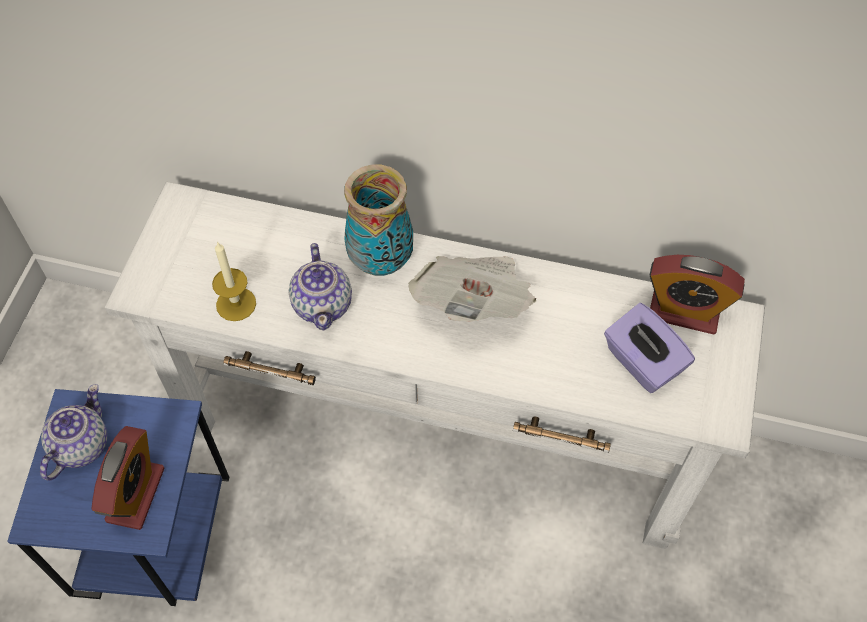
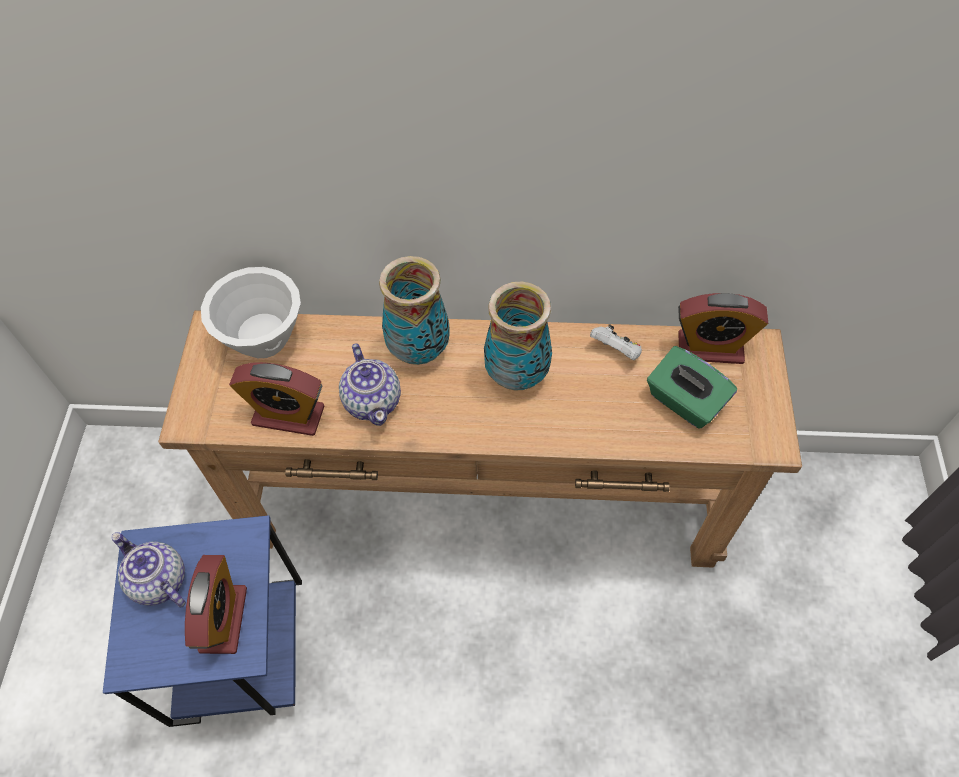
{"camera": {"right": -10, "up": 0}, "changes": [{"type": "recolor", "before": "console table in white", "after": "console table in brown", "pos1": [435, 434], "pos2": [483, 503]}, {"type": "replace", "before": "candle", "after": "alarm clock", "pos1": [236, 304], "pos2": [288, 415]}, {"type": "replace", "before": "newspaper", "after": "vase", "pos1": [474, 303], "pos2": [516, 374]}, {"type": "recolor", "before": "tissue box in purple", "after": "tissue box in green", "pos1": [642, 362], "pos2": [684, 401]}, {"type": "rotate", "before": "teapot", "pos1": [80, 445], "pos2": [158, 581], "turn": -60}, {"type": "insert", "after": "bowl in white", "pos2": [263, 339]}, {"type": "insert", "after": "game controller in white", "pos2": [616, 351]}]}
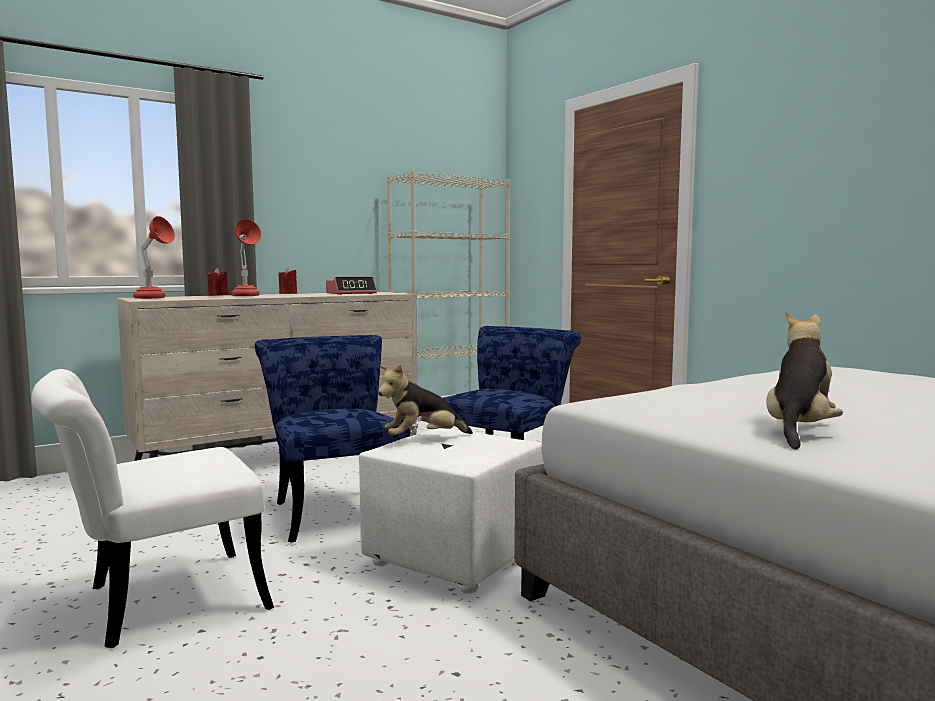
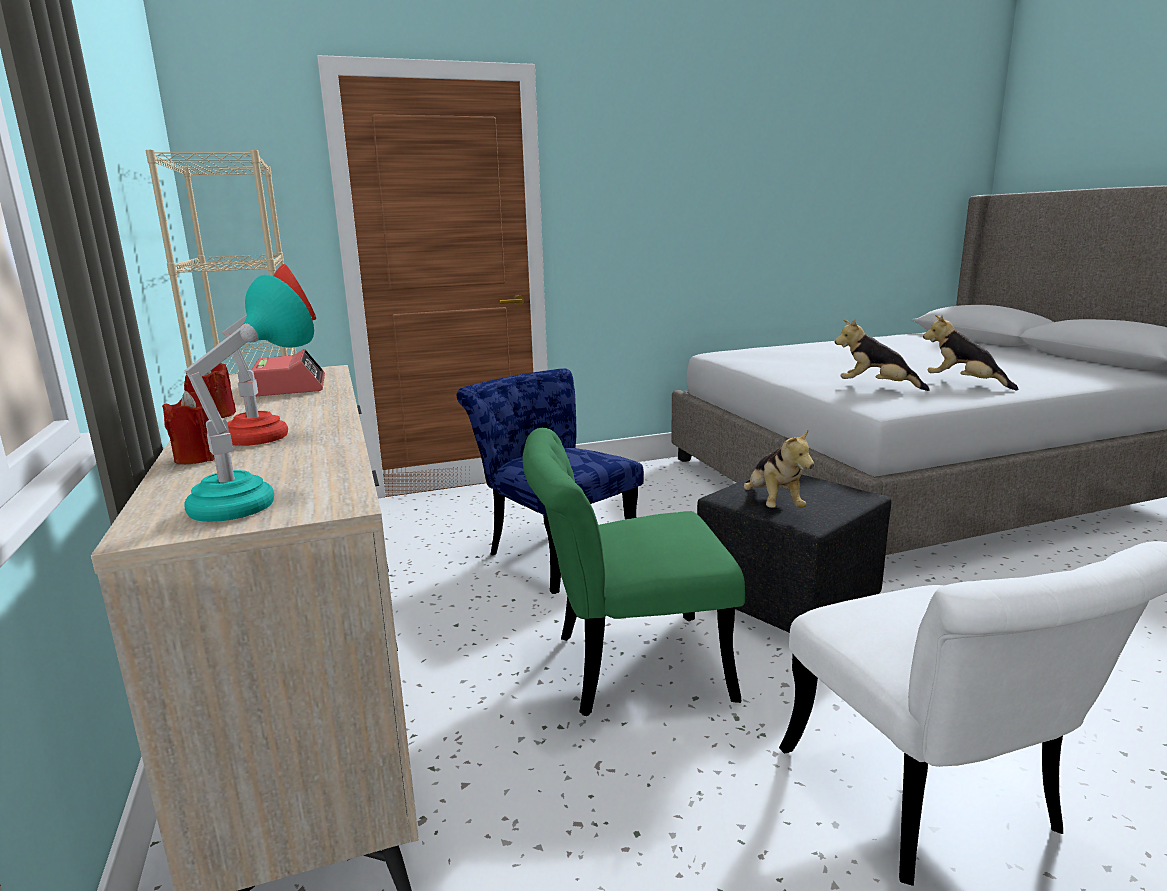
{"camera": {"right": -75, "up": 10}, "changes": [{"type": "recolor", "before": "table lamp in red", "after": "table lamp in turquoise", "pos1": [154, 298], "pos2": [257, 501]}, {"type": "recolor", "before": "chair in blue", "after": "chair in green", "pos1": [335, 509], "pos2": [625, 667]}, {"type": "recolor", "before": "ottoman in white", "after": "ottoman in black", "pos1": [455, 557], "pos2": [786, 601]}, {"type": "insert", "after": "plush toy", "pos2": [876, 388]}]}
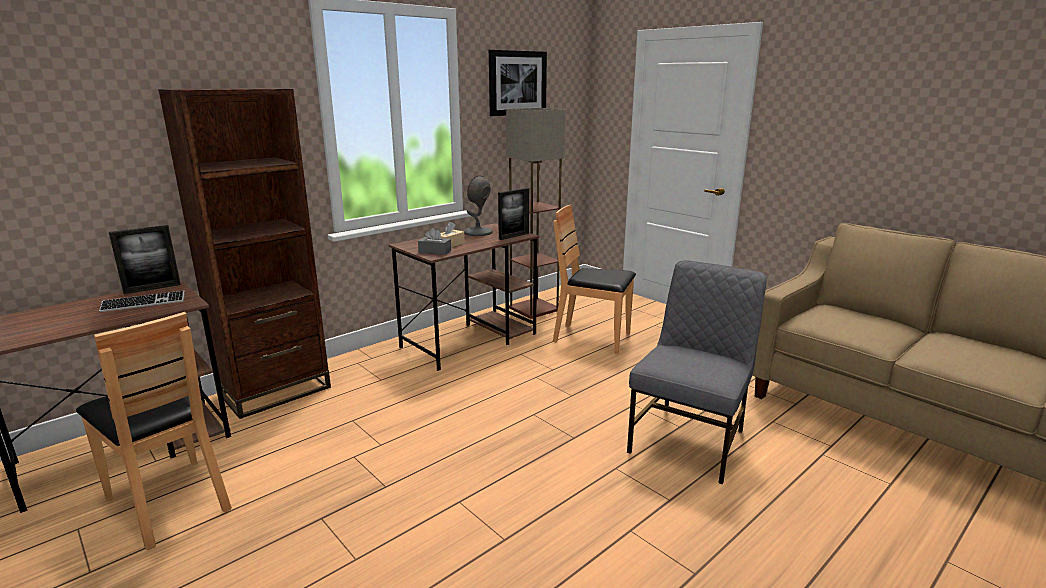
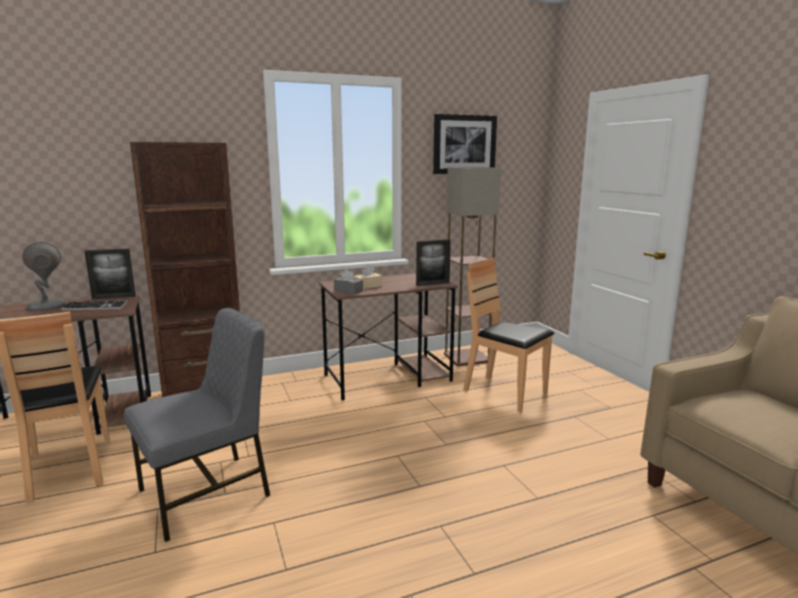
{"camera": {"right": 20, "up": -5}, "changes": [{"type": "move", "before": "table lamp in grey", "pos1": [478, 232], "pos2": [46, 306]}, {"type": "move", "before": "chair in grey", "pos1": [690, 441], "pos2": [207, 493]}]}
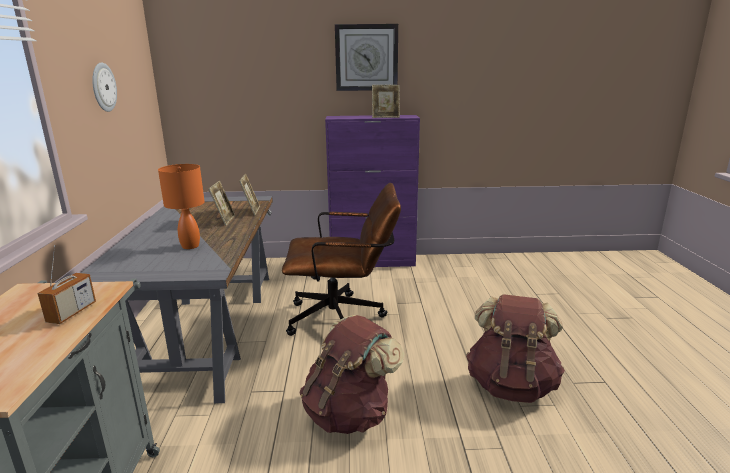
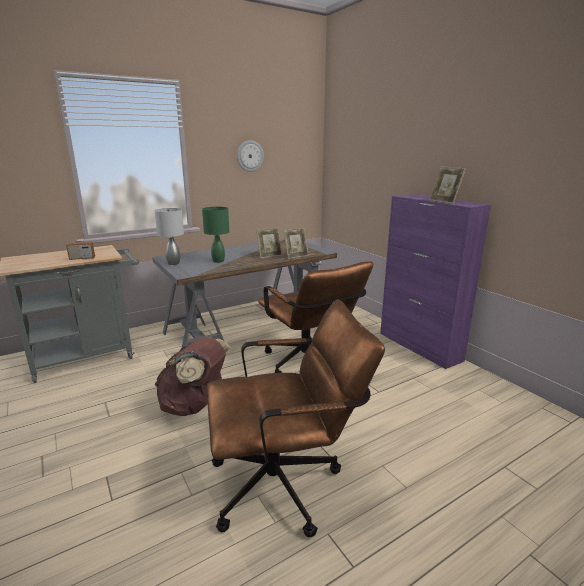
{"camera": {"right": 60, "up": 0}, "changes": [{"type": "delete", "before": "wall clock", "pos1": [366, 58]}, {"type": "recolor", "before": "table lamp in orange", "after": "table lamp in green", "pos1": [190, 246], "pos2": [218, 261]}, {"type": "replace", "before": "backpack in brown", "after": "office chair in brown", "pos1": [511, 385], "pos2": [287, 482]}, {"type": "insert", "after": "table lamp in grey", "pos2": [173, 263]}]}
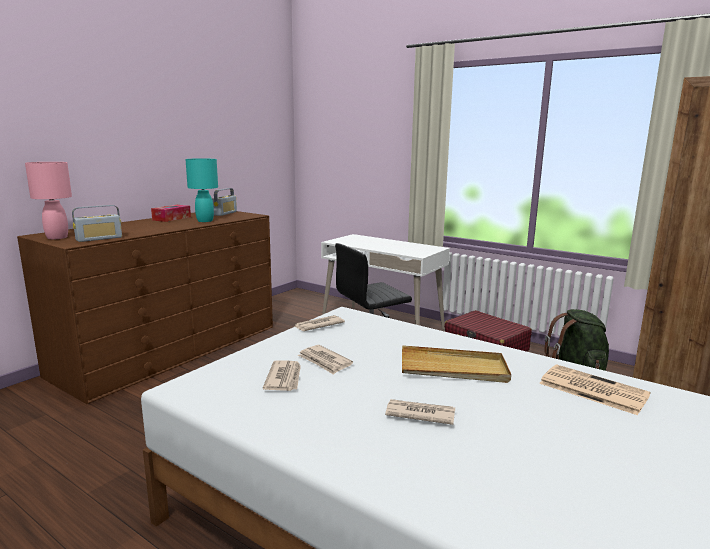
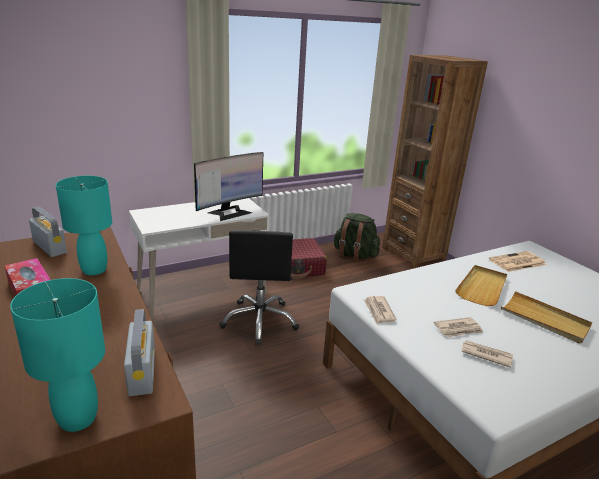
{"camera": {"right": -65, "up": 10}, "changes": [{"type": "recolor", "before": "table lamp in pink", "after": "table lamp in turquoise", "pos1": [57, 237], "pos2": [77, 418]}, {"type": "replace", "before": "newspaper", "after": "tray in beige", "pos1": [419, 414], "pos2": [544, 319]}, {"type": "insert", "after": "monitor", "pos2": [229, 212]}]}
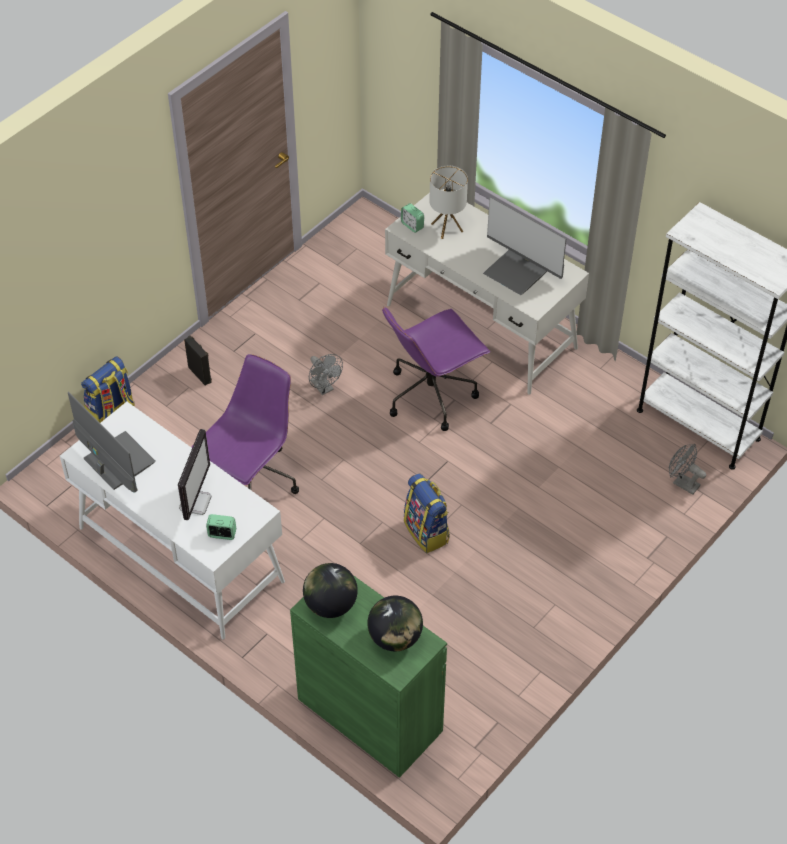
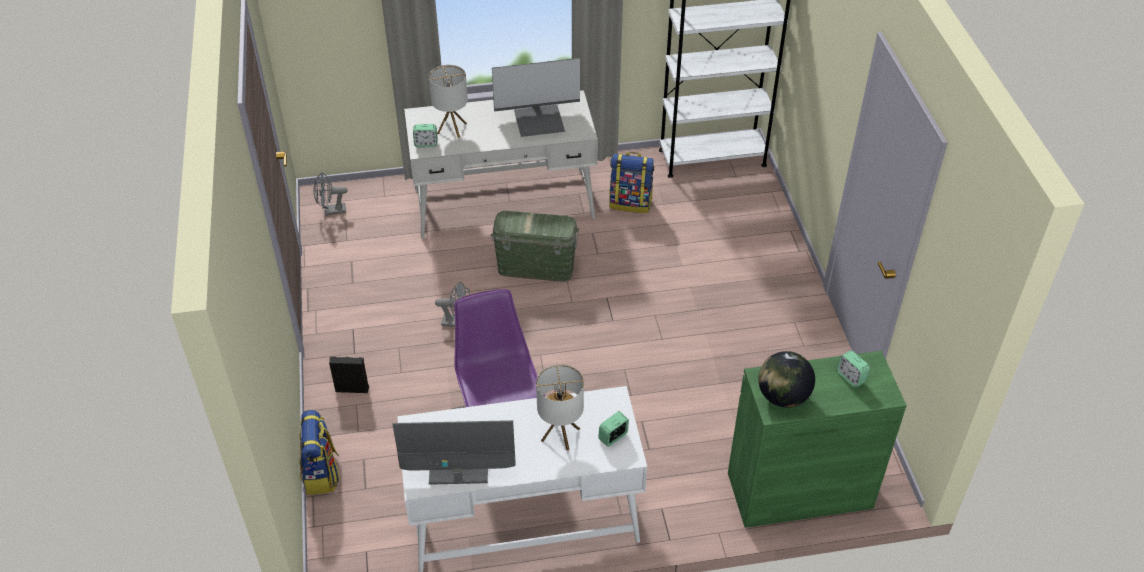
{"camera": {"right": -50, "up": -5}, "changes": [{"type": "replace", "before": "office chair in purple", "after": "storage box in green", "pos1": [432, 394], "pos2": [535, 267]}, {"type": "replace", "before": "monitor", "after": "table lamp", "pos1": [195, 502], "pos2": [560, 434]}, {"type": "move", "before": "fan in grey", "pos1": [682, 483], "pos2": [331, 211]}, {"type": "move", "before": "backpack", "pos1": [427, 532], "pos2": [631, 203]}, {"type": "replace", "before": "globe", "after": "alarm clock", "pos1": [395, 638], "pos2": [850, 377]}]}
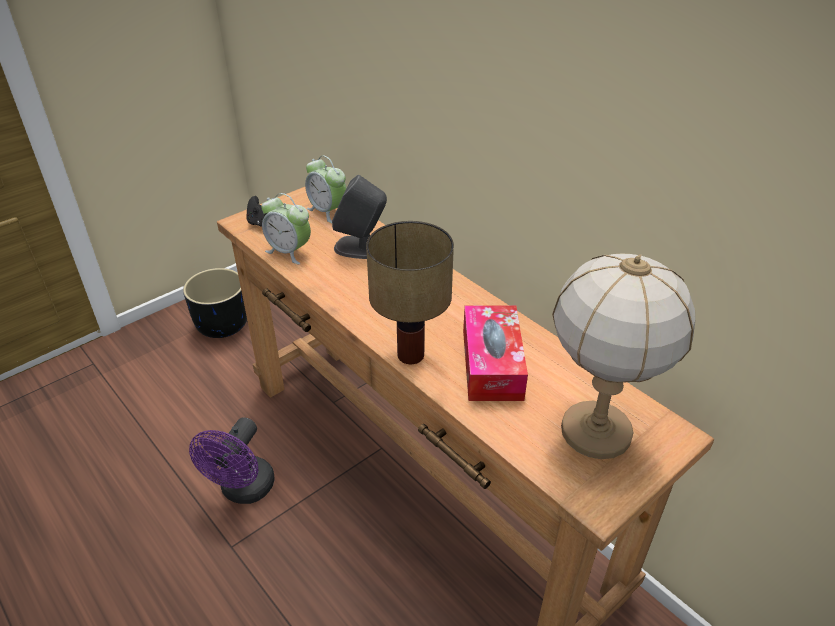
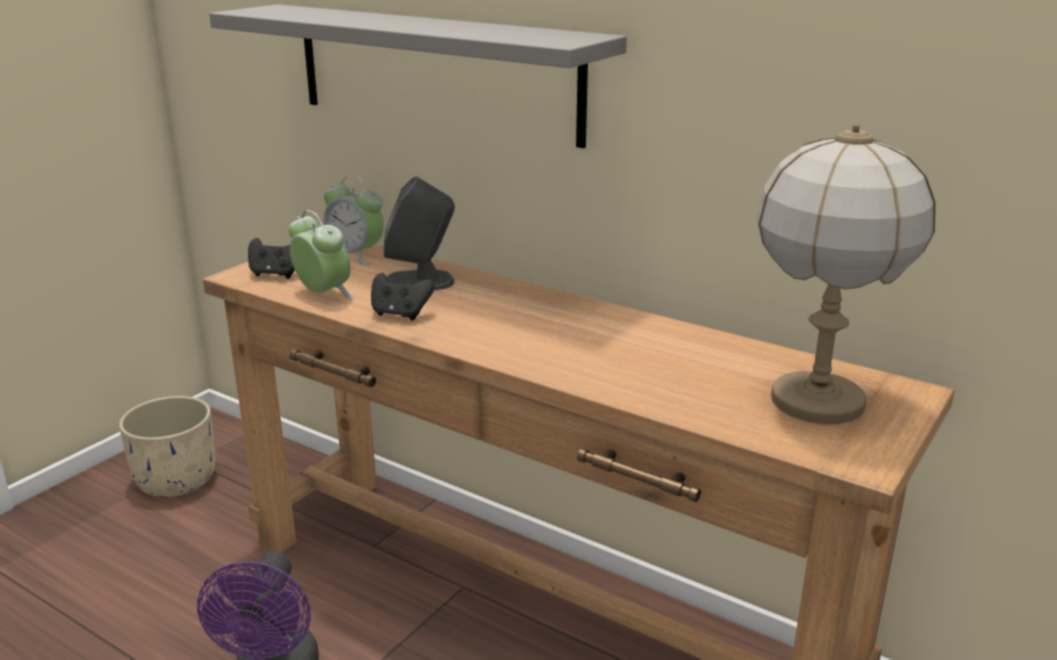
{"camera": {"right": -15, "up": -15}, "changes": [{"type": "rotate", "before": "alarm clock", "pos1": [289, 252], "pos2": [323, 295], "turn": -150}, {"type": "delete", "before": "table lamp", "pos1": [412, 355]}, {"type": "recolor", "before": "planter in black", "after": "planter in beige", "pos1": [223, 324], "pos2": [178, 480]}, {"type": "delete", "before": "tissue box", "pos1": [492, 364]}, {"type": "insert", "after": "shelf in grey", "pos2": [434, 72]}, {"type": "insert", "after": "game controller in black", "pos2": [400, 314]}]}
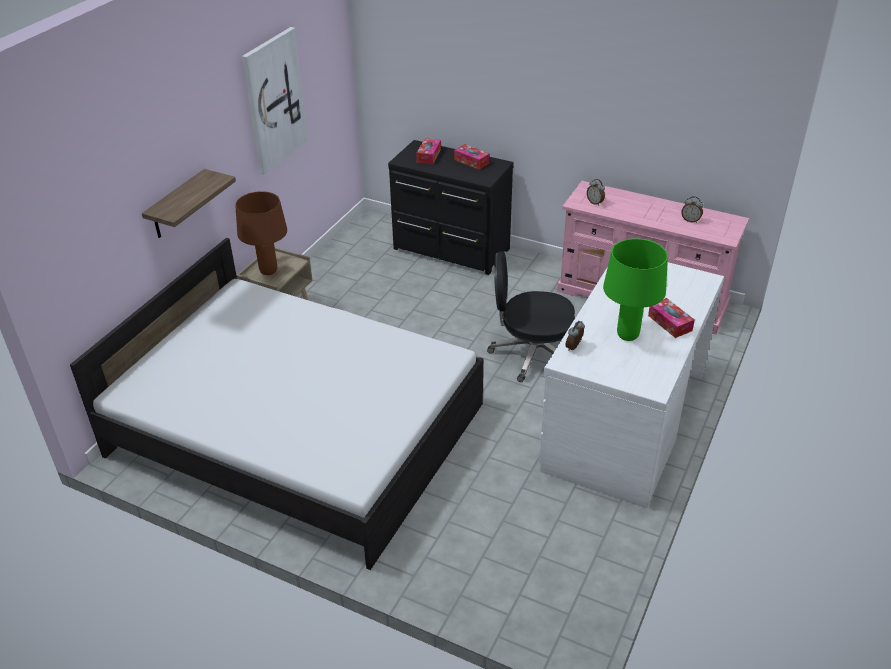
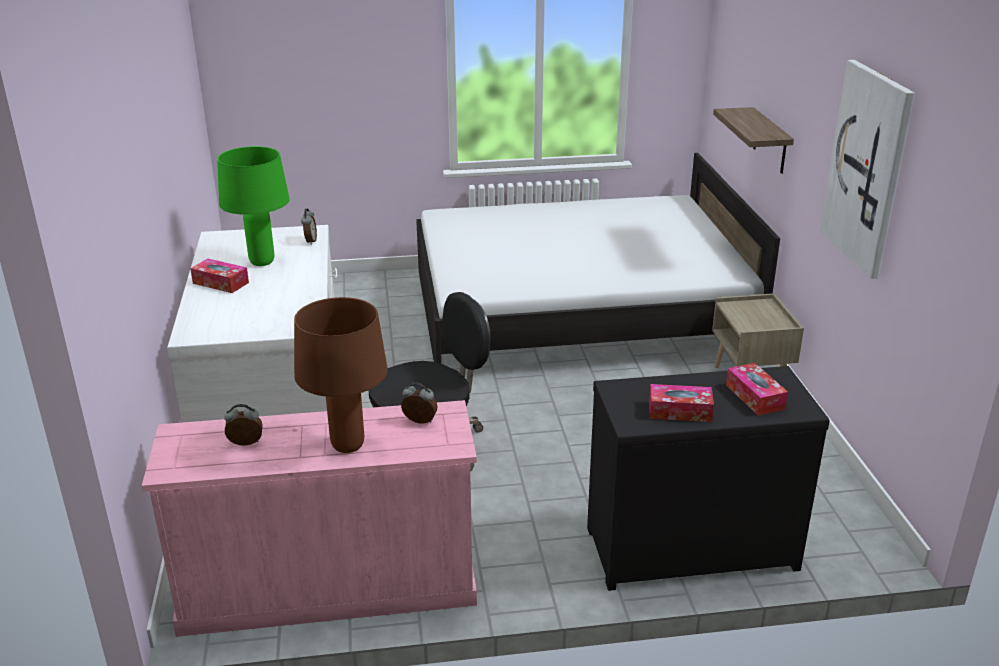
{"camera": {"right": 145, "up": -10}, "changes": [{"type": "move", "before": "table lamp in brown", "pos1": [268, 271], "pos2": [348, 445]}]}
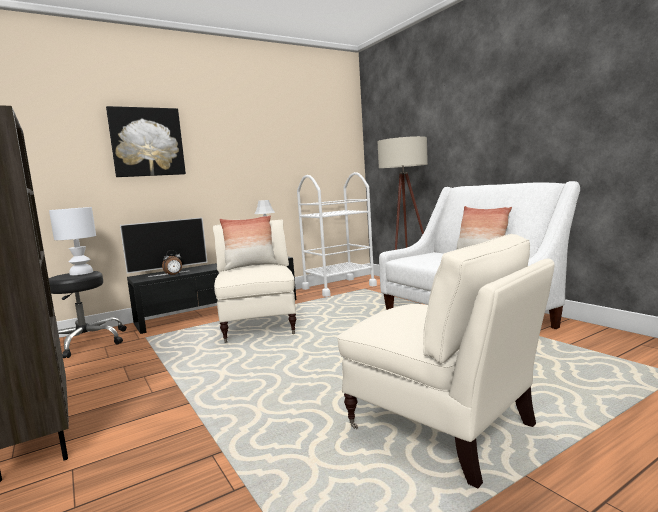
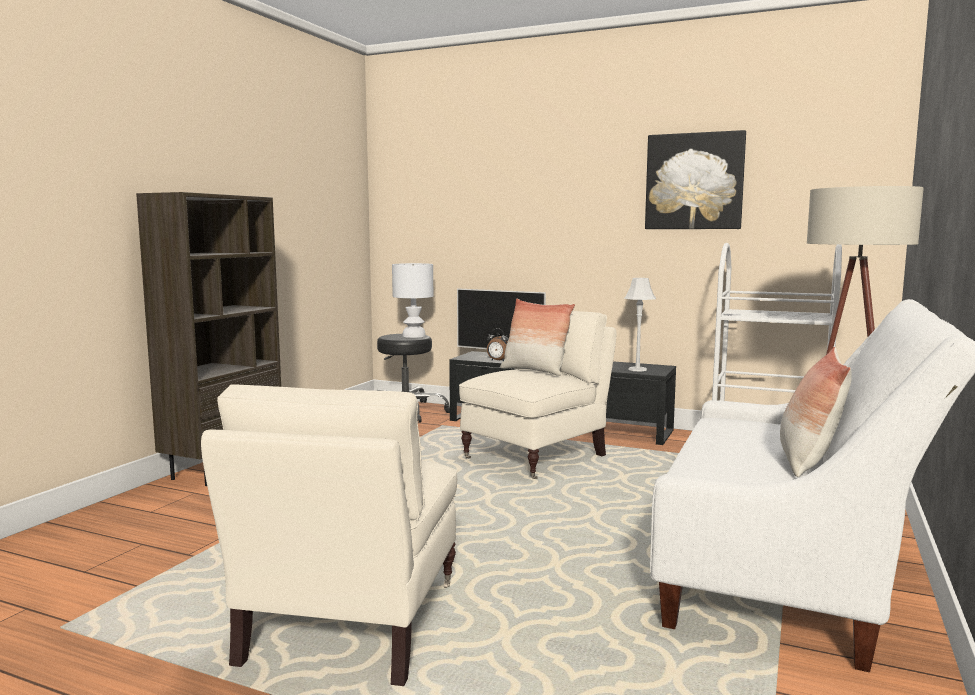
{"camera": {"right": 55, "up": 0}, "changes": [{"type": "move", "before": "picture", "pos1": [147, 142], "pos2": [694, 181]}]}
